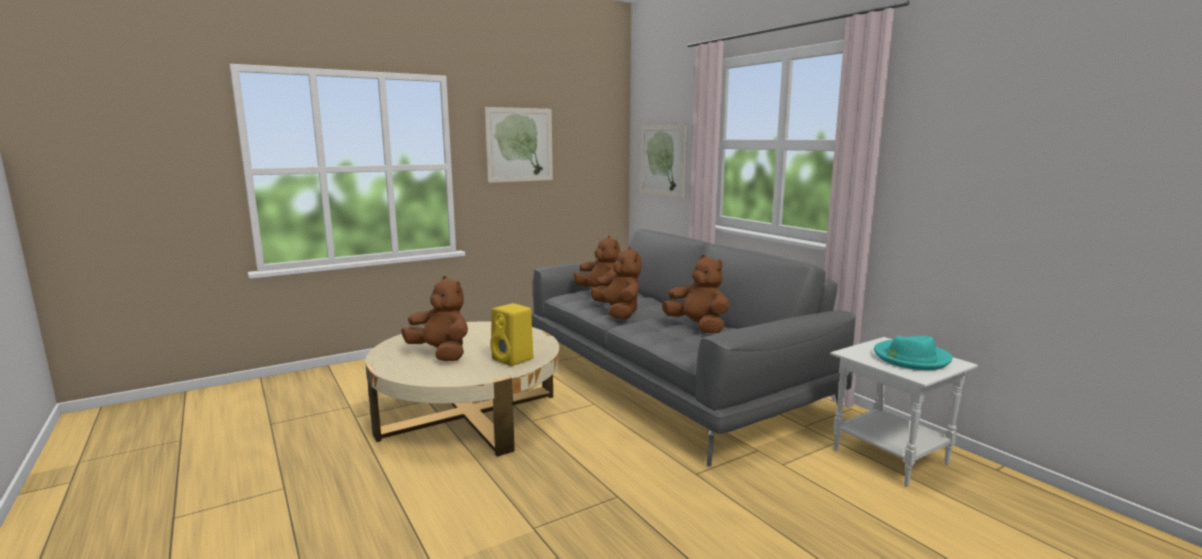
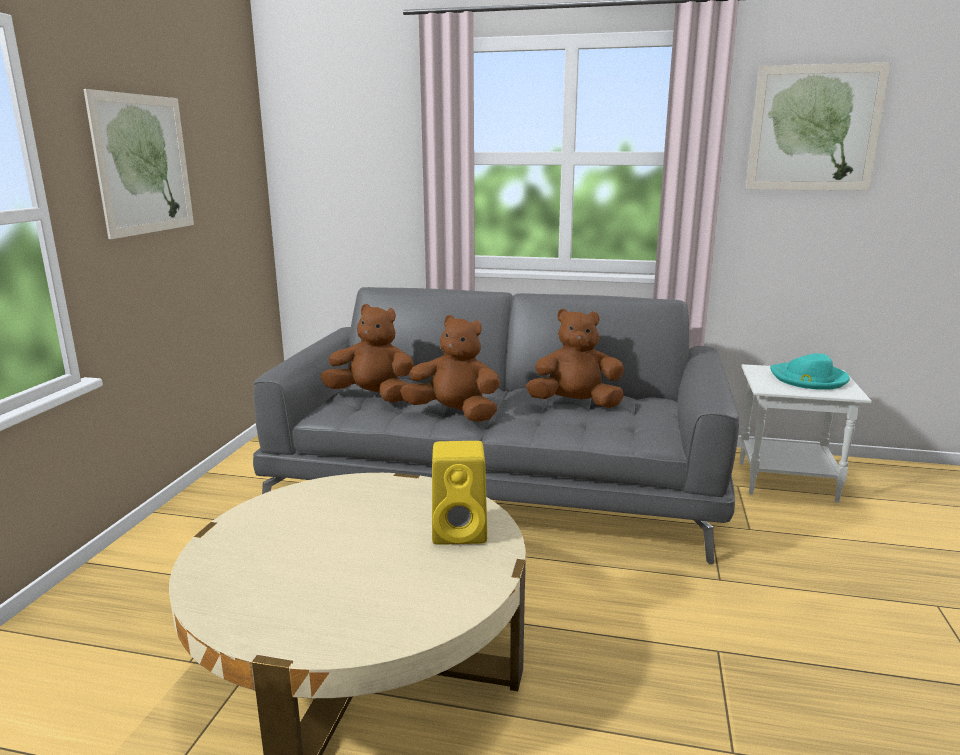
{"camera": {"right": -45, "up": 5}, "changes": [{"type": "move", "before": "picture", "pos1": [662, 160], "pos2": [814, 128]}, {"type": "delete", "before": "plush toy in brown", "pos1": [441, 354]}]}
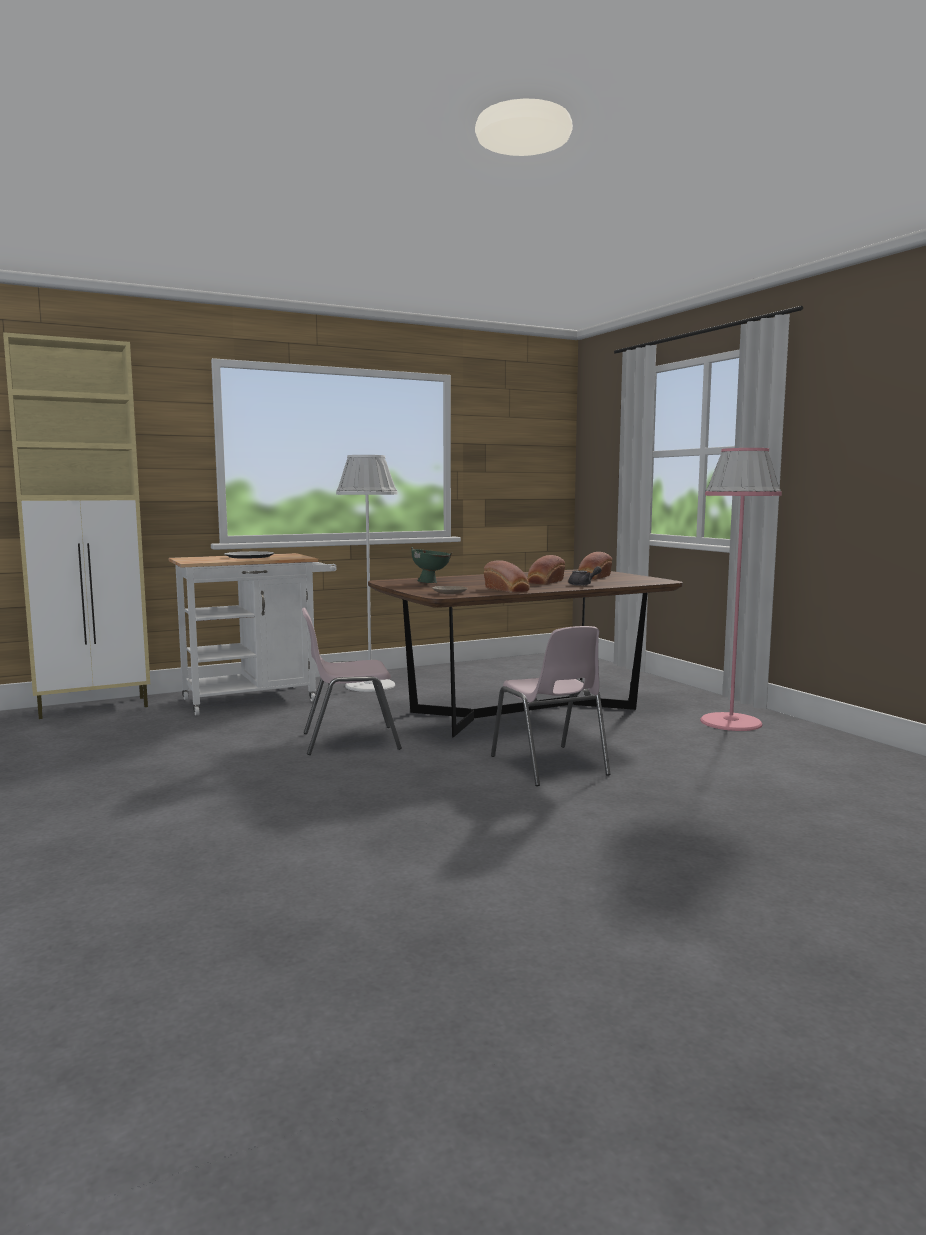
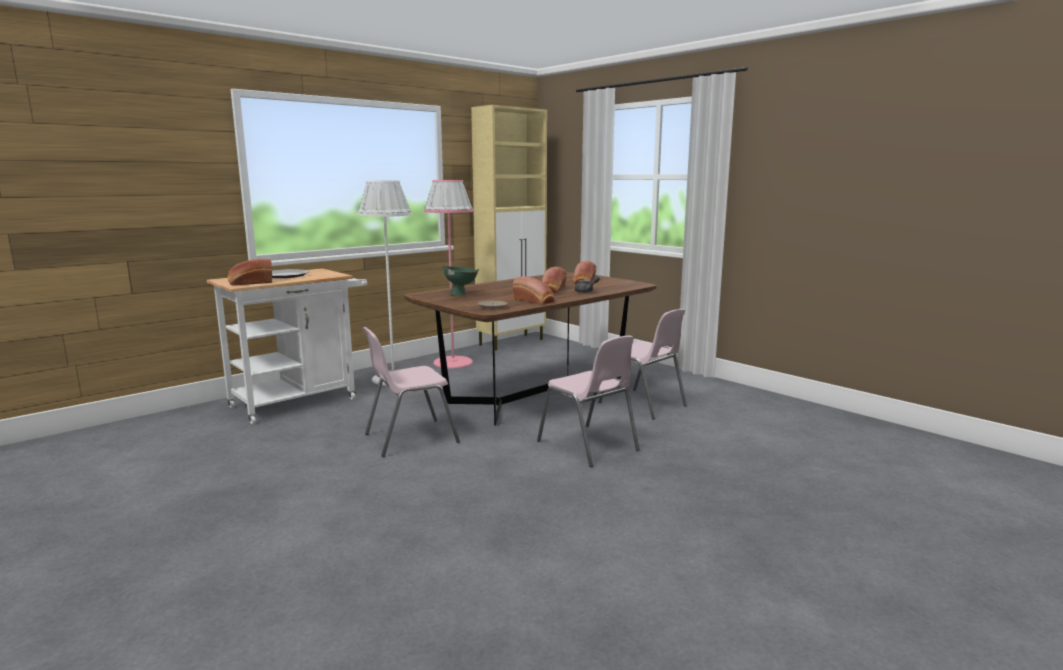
{"camera": {"right": -15, "up": 5}, "changes": [{"type": "move", "before": "cabinet in beige", "pos1": [95, 707], "pos2": [512, 342]}, {"type": "move", "before": "floor lamp in pink", "pos1": [731, 722], "pos2": [453, 362]}, {"type": "insert", "after": "bread", "pos2": [250, 283]}, {"type": "insert", "after": "chair in pink", "pos2": [643, 404]}]}
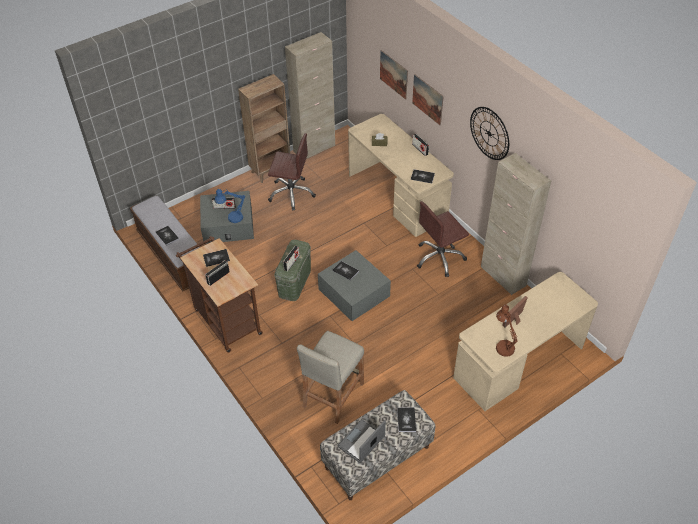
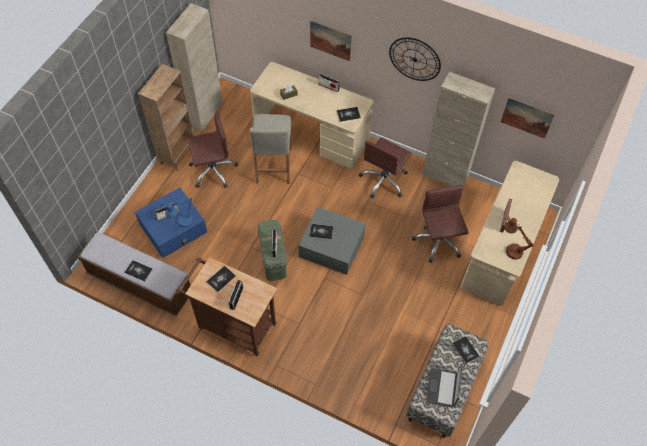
{"camera": {"right": -30, "up": 10}, "changes": [{"type": "move", "before": "picture", "pos1": [393, 74], "pos2": [527, 117]}, {"type": "recolor", "before": "storage box in grey", "after": "storage box in blue", "pos1": [228, 224], "pos2": [173, 228]}, {"type": "move", "before": "stool in beige", "pos1": [332, 395], "pos2": [273, 165]}, {"type": "insert", "after": "office chair in brown", "pos2": [438, 241]}]}
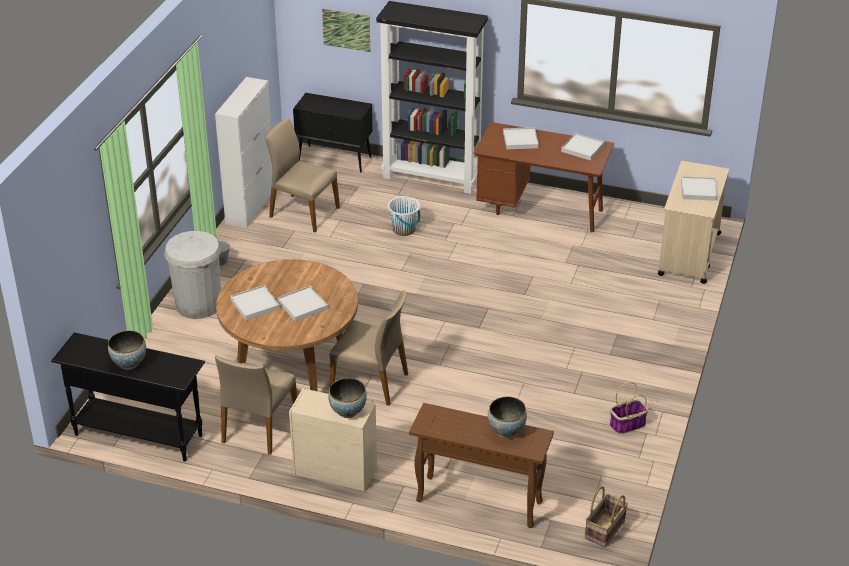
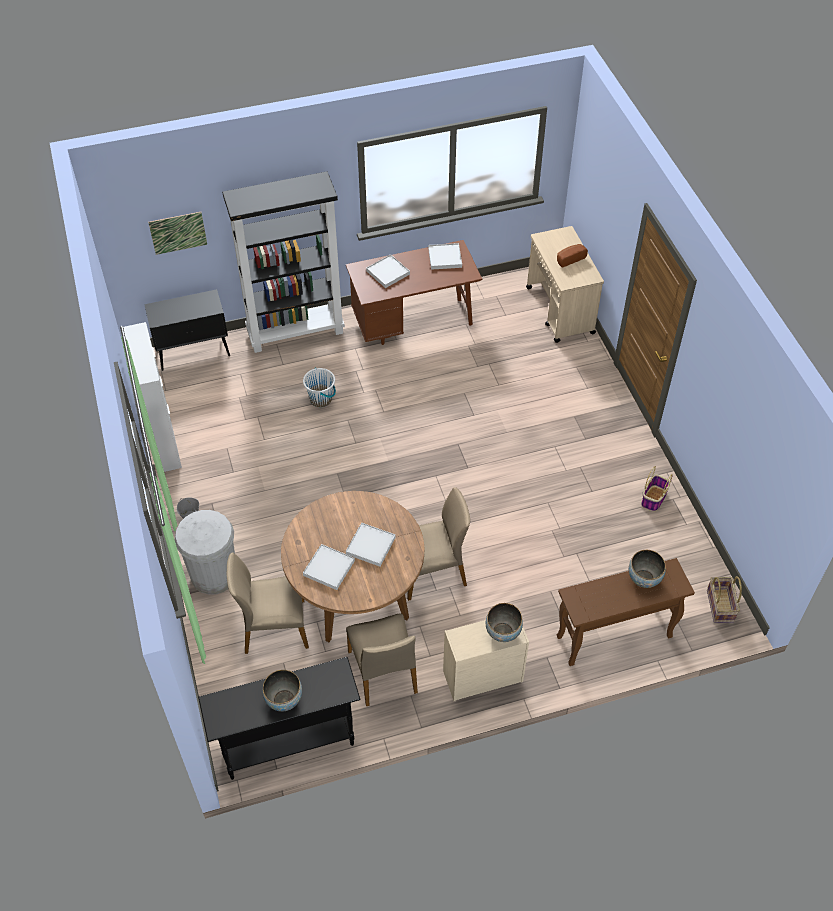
{"camera": {"right": -35, "up": 15}, "changes": [{"type": "move", "before": "chair in beige", "pos1": [303, 212], "pos2": [273, 627]}, {"type": "replace", "before": "tray in white", "after": "bread", "pos1": [698, 190], "pos2": [569, 259]}]}
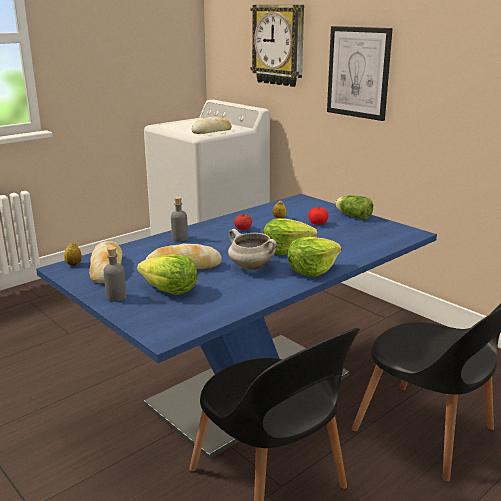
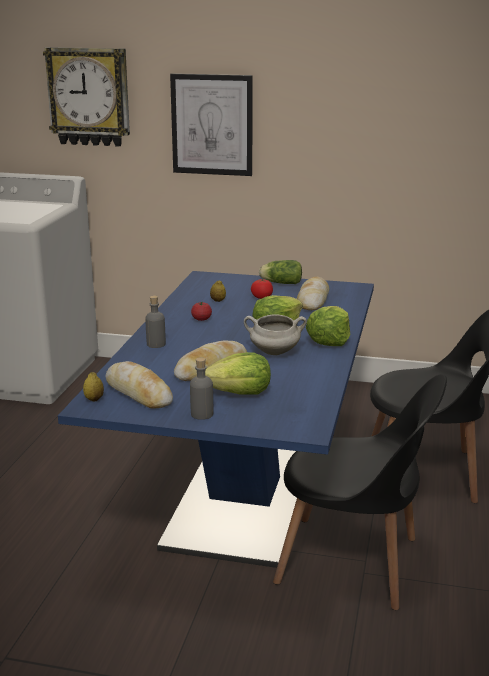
{"camera": {"right": -35, "up": 0}, "changes": [{"type": "move", "before": "bread", "pos1": [212, 131], "pos2": [313, 300]}]}
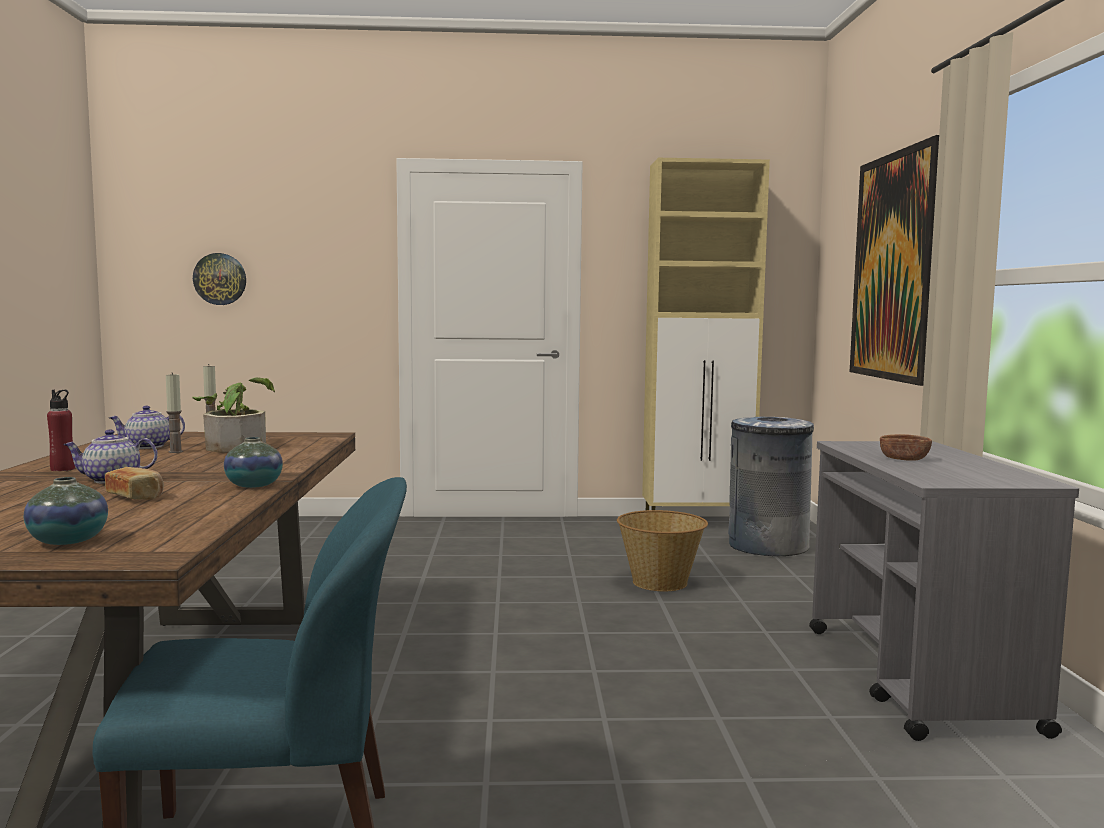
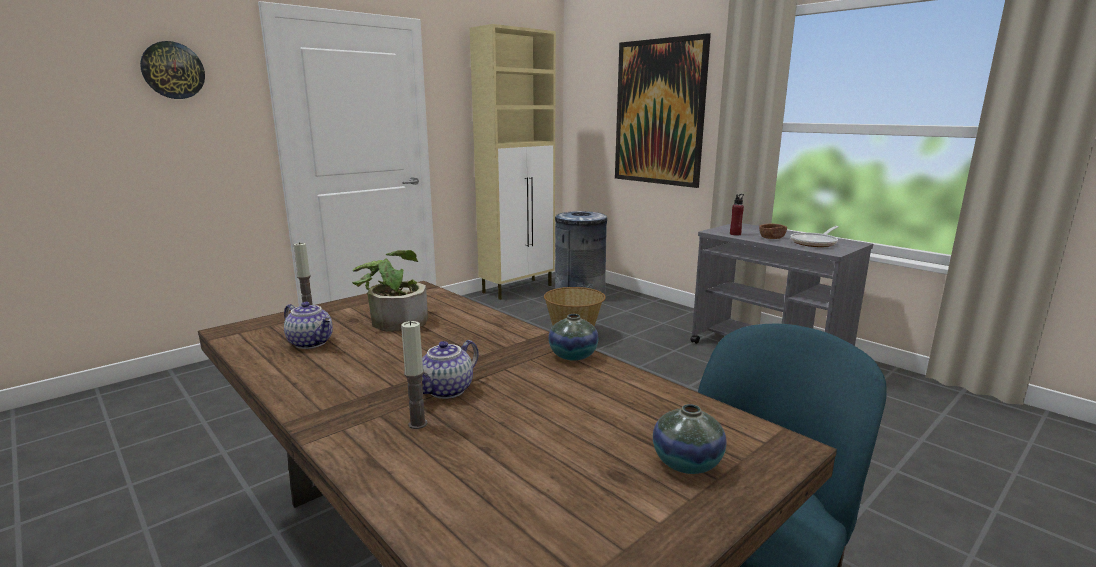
{"camera": {"right": -40, "up": 10}, "changes": [{"type": "move", "before": "wall clock", "pos1": [220, 279], "pos2": [173, 70]}, {"type": "move", "before": "candle", "pos1": [175, 451], "pos2": [418, 424]}, {"type": "move", "before": "bottle in red", "pos1": [62, 469], "pos2": [735, 234]}, {"type": "rotate", "before": "teapot", "pos1": [147, 447], "pos2": [312, 343], "turn": -90}, {"type": "delete", "before": "bread", "pos1": [136, 496]}, {"type": "insert", "after": "frying pan", "pos2": [815, 243]}]}
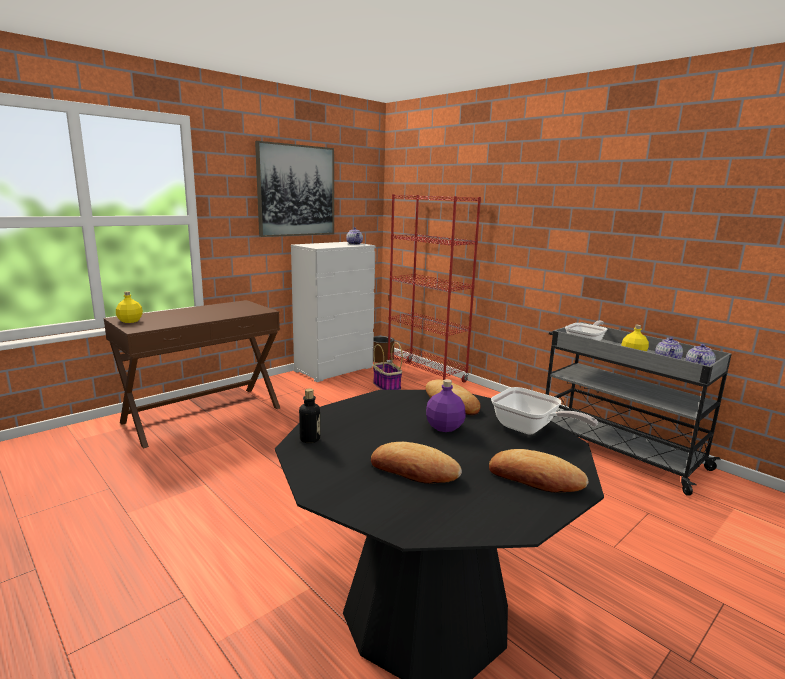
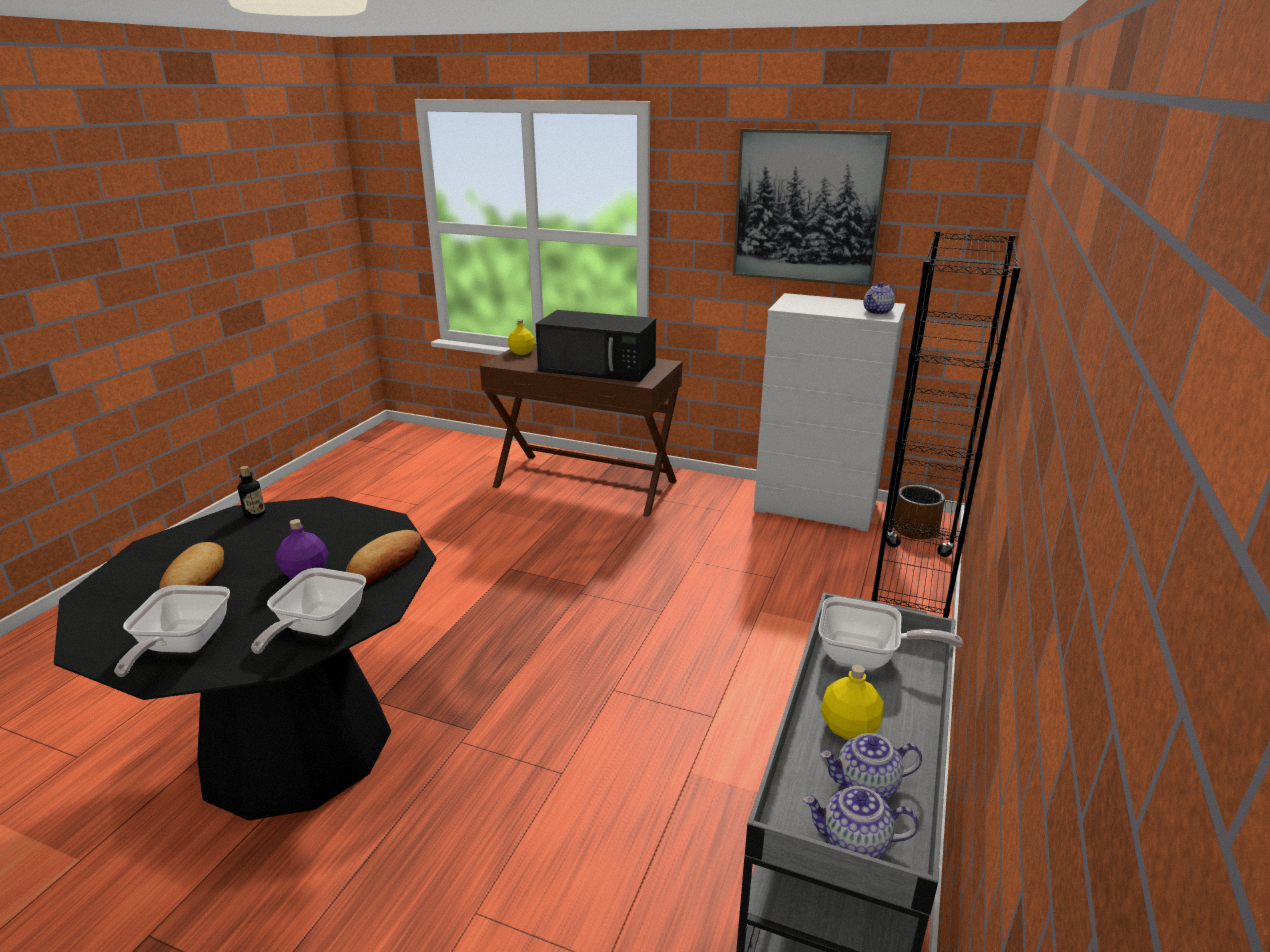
{"camera": {"right": 65, "up": 10}, "changes": [{"type": "recolor", "before": "bookcase in red", "after": "bookcase in black", "pos1": [426, 374], "pos2": [912, 587]}, {"type": "delete", "before": "basket", "pos1": [386, 386]}, {"type": "replace", "before": "bread", "after": "frying pan", "pos1": [535, 478], "pos2": [181, 647]}, {"type": "insert", "after": "microwave in black", "pos2": [599, 368]}]}
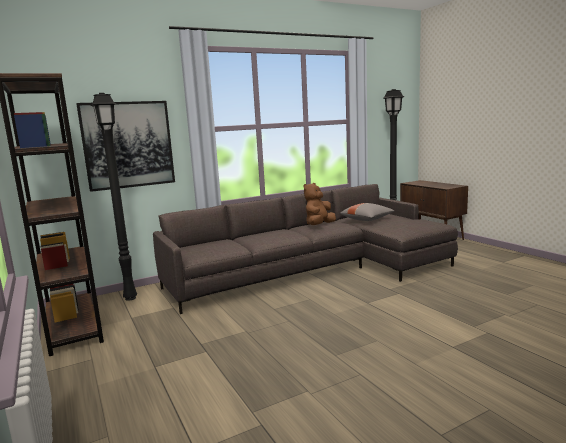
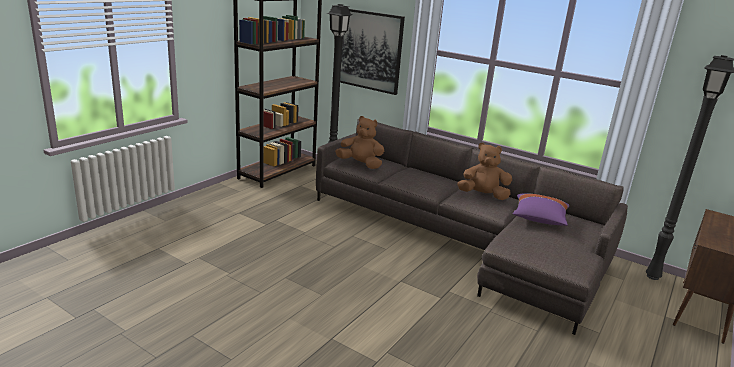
{"camera": {"right": 60, "up": 10}, "changes": [{"type": "recolor", "before": "pillow in grey", "after": "pillow in purple", "pos1": [367, 220], "pos2": [539, 219]}, {"type": "insert", "after": "plush toy in brown", "pos2": [360, 164]}]}
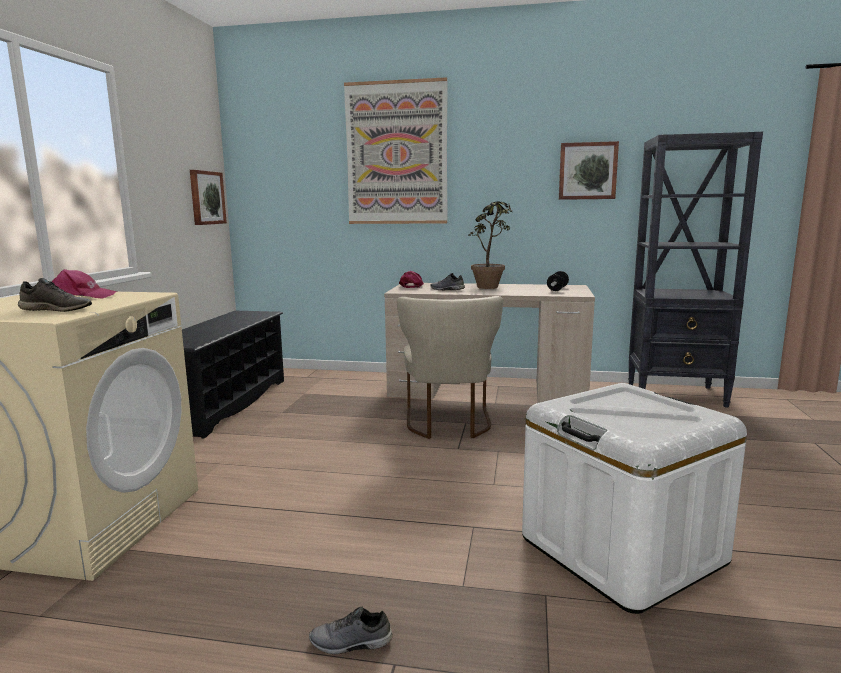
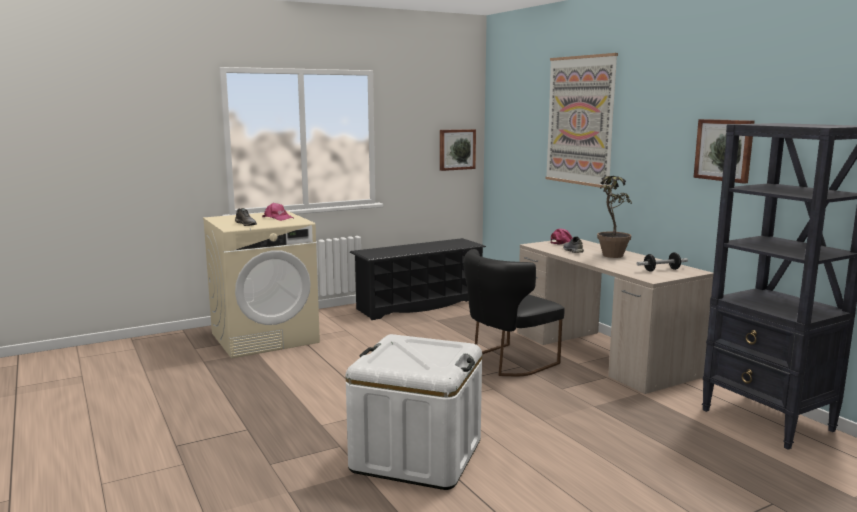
{"camera": {"right": 50, "up": 0}, "changes": [{"type": "recolor", "before": "chair in beige", "after": "chair in black", "pos1": [448, 424], "pos2": [507, 363]}, {"type": "delete", "before": "shoe in grey", "pos1": [350, 643]}]}
